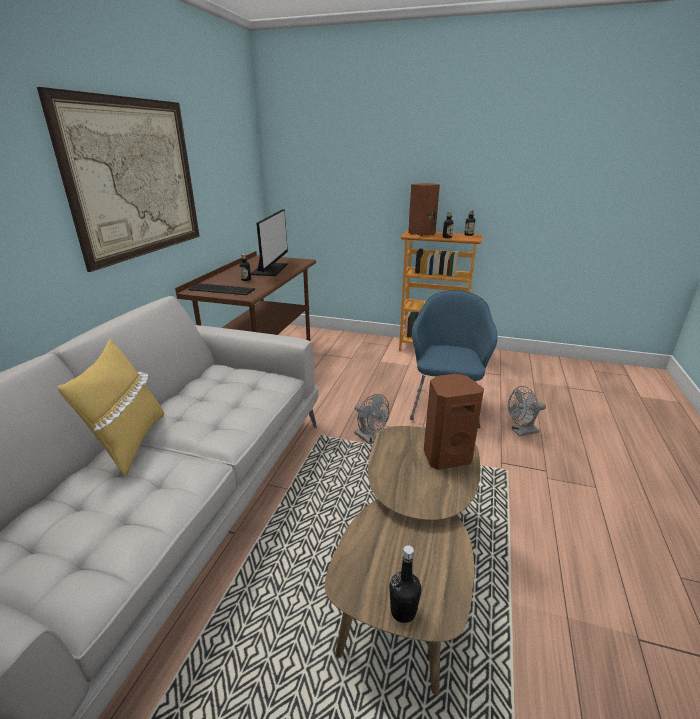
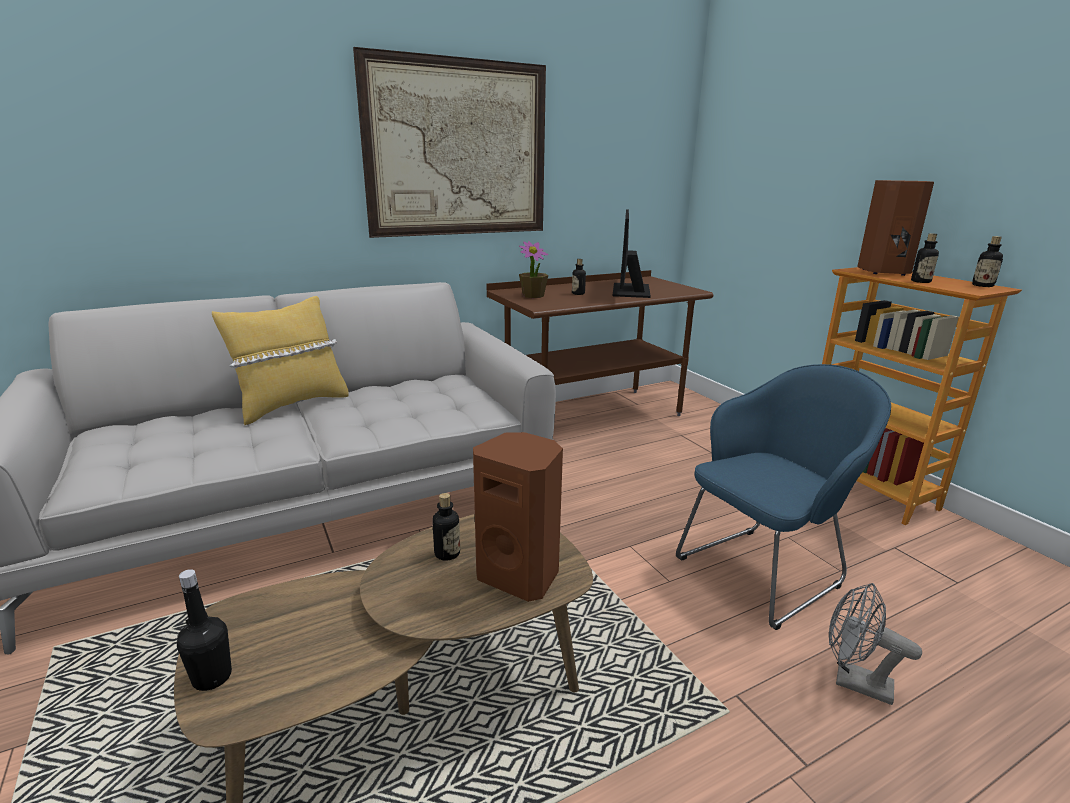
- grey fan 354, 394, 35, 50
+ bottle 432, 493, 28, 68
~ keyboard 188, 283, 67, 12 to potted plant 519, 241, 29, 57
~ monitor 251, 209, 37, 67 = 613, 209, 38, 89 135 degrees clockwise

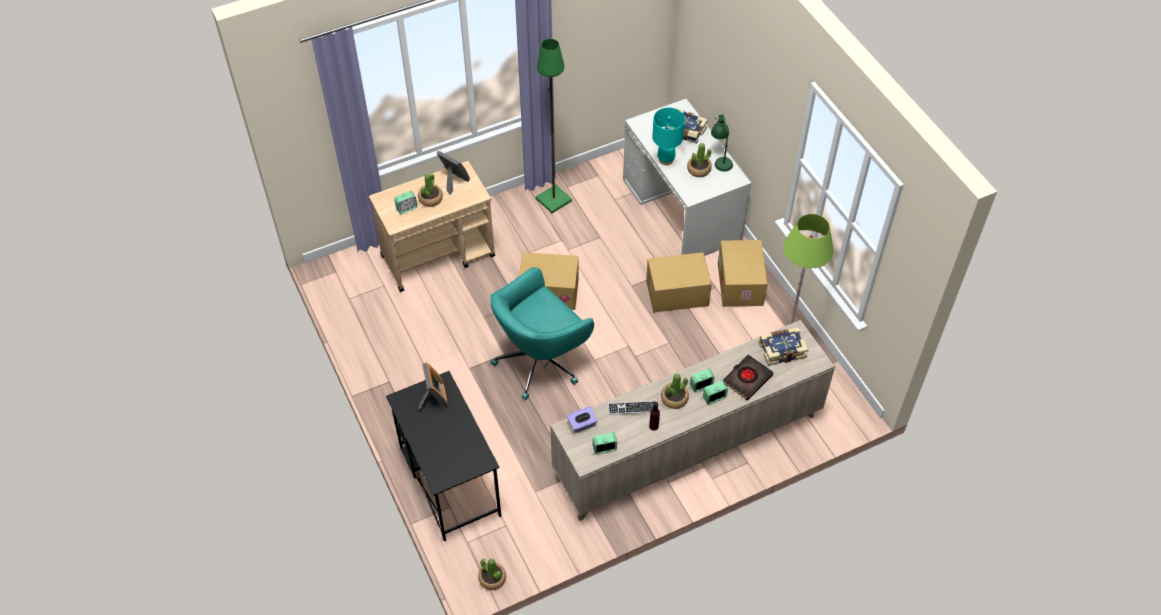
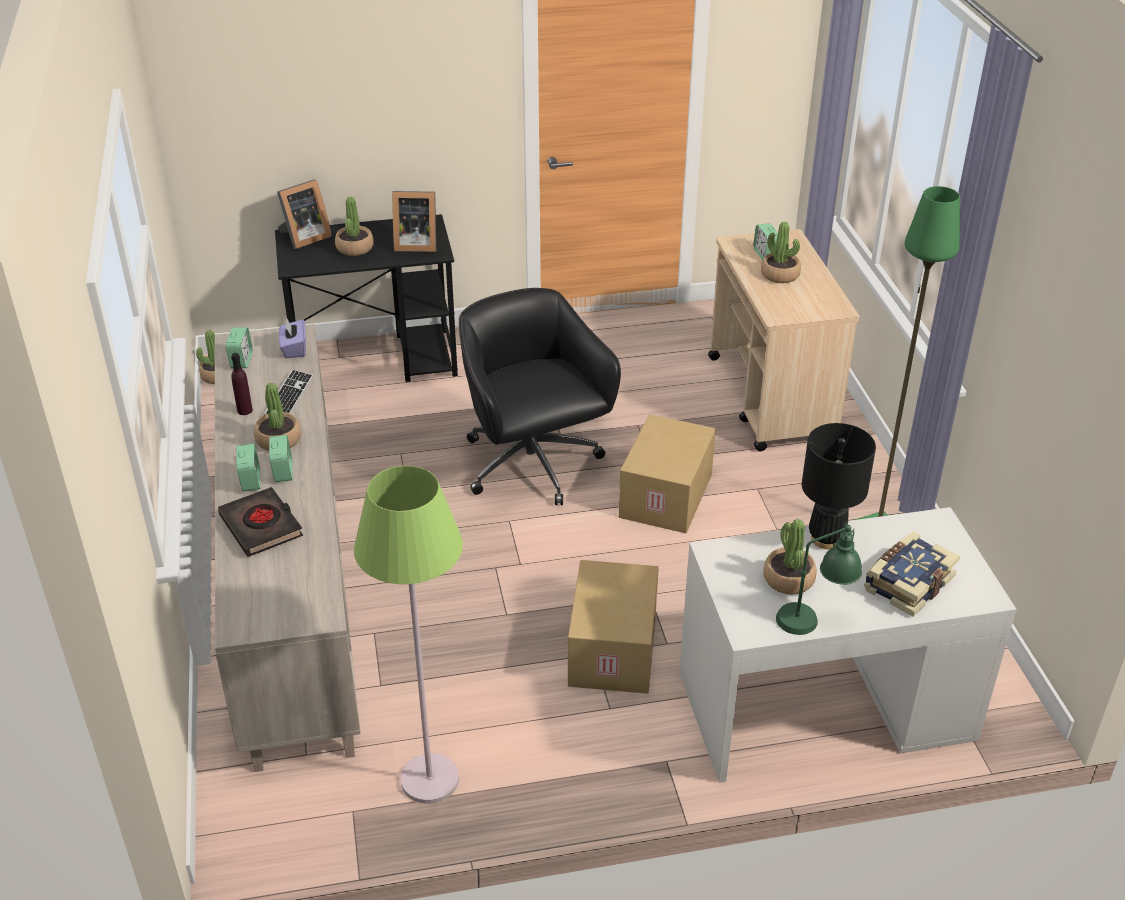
- cardboard box 718, 240, 50, 67
- book 759, 328, 49, 38
+ potted plant 335, 196, 39, 60
~ picture frame 437, 150, 33, 45 to 277, 180, 55, 69
~ turquoise office chair 490, 267, 104, 133 to black office chair 459, 288, 162, 217
~ turquoise table lamp 652, 108, 33, 57 to black table lamp 802, 423, 74, 126

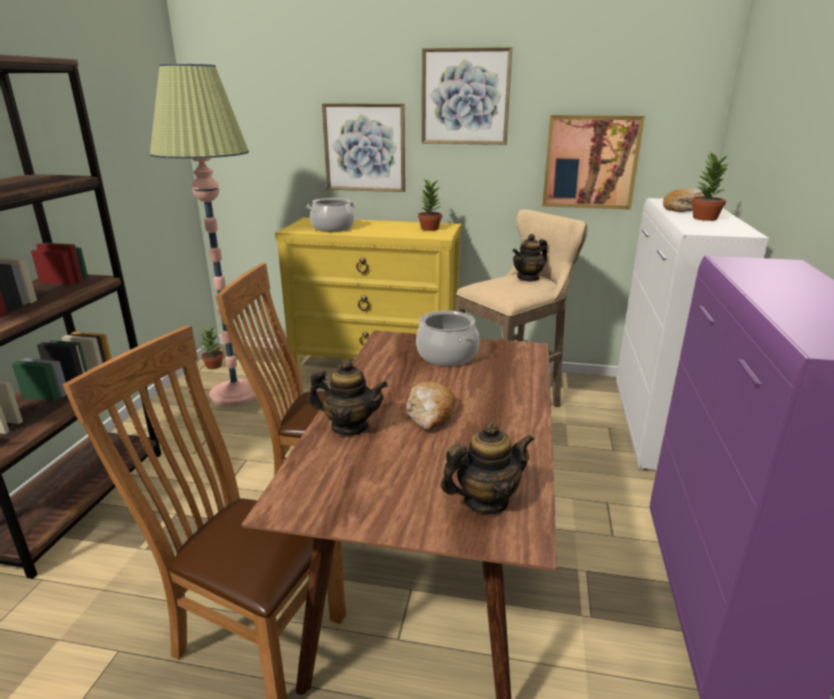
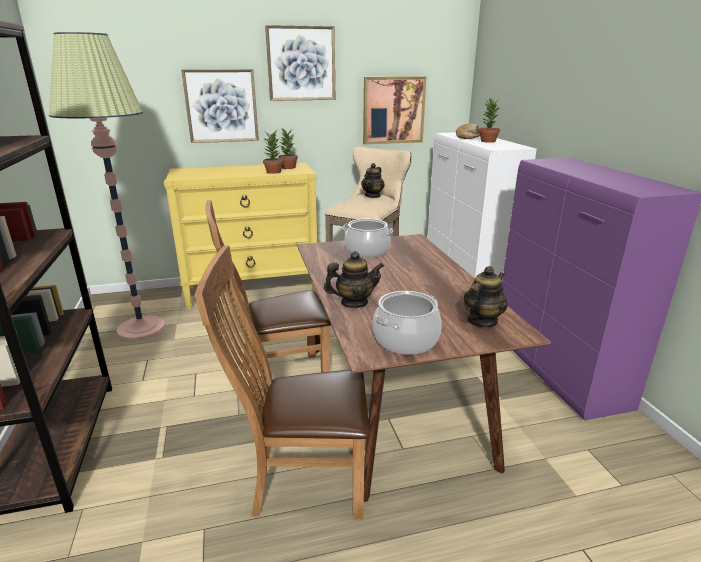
- bread 407, 381, 48, 49
~ potted plant 200, 327, 24, 42 to 263, 130, 20, 44
~ cooking pot 307, 198, 49, 34 to 373, 291, 69, 64

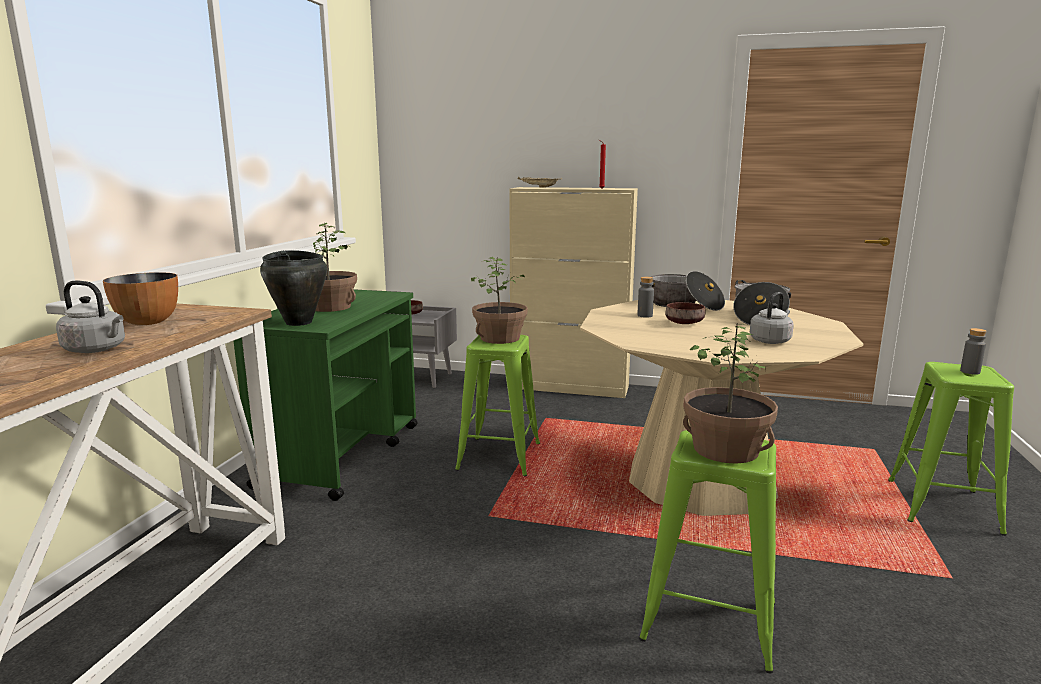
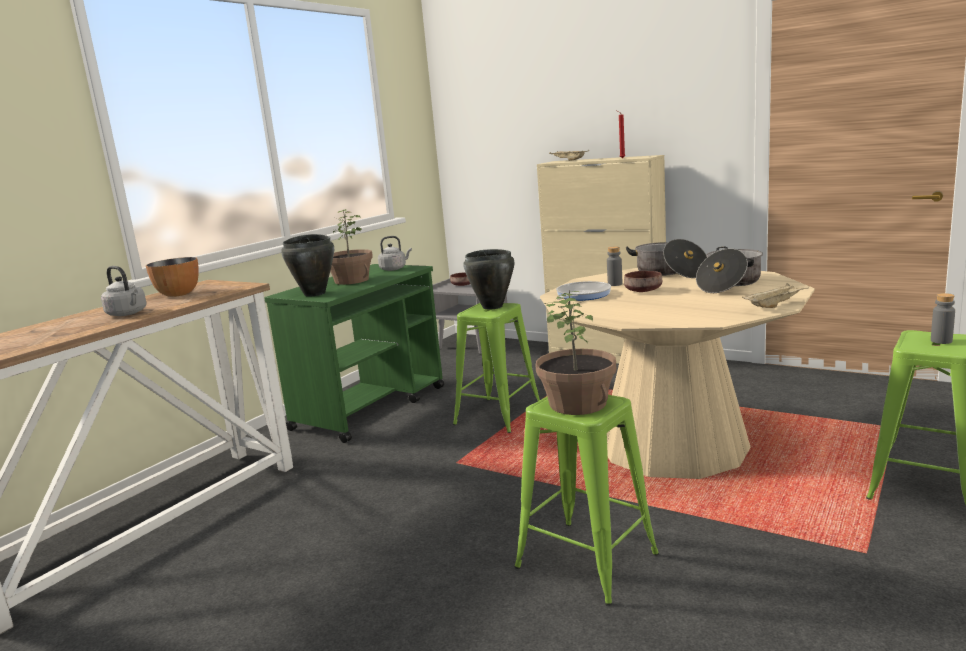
+ frying pan 556, 281, 55, 20
+ beige tray 742, 283, 67, 25
~ grey kettle 750, 292, 44, 52 to 378, 236, 34, 35
~ potted plant 471, 257, 57, 87 to black cooking pot 463, 249, 51, 60

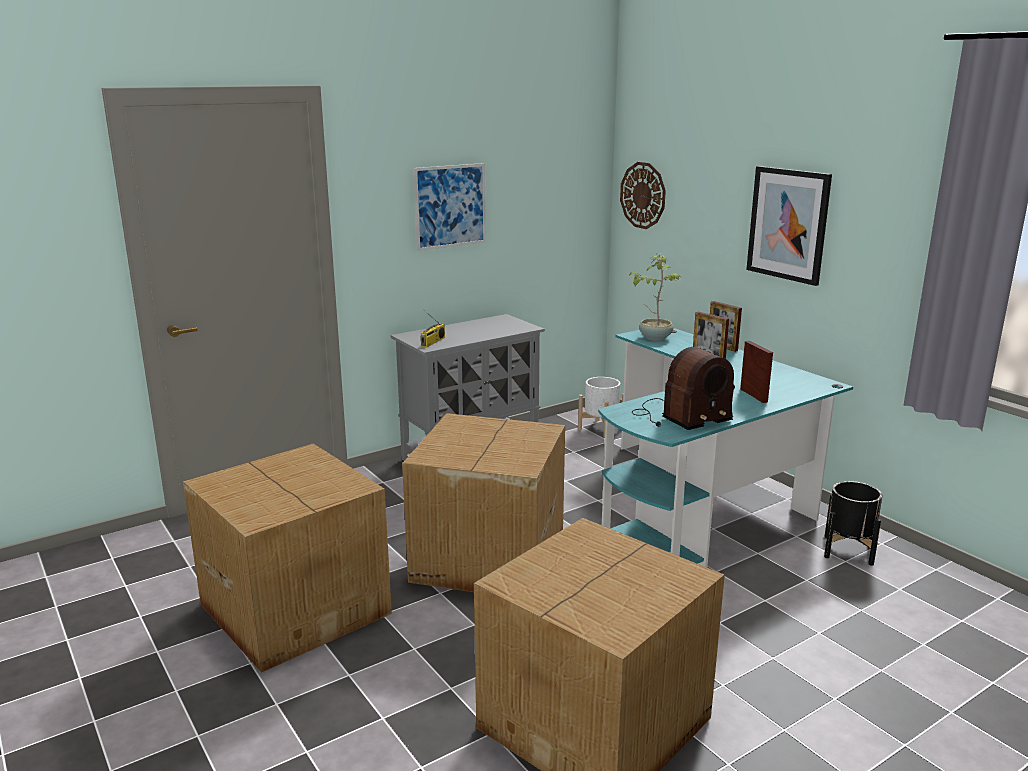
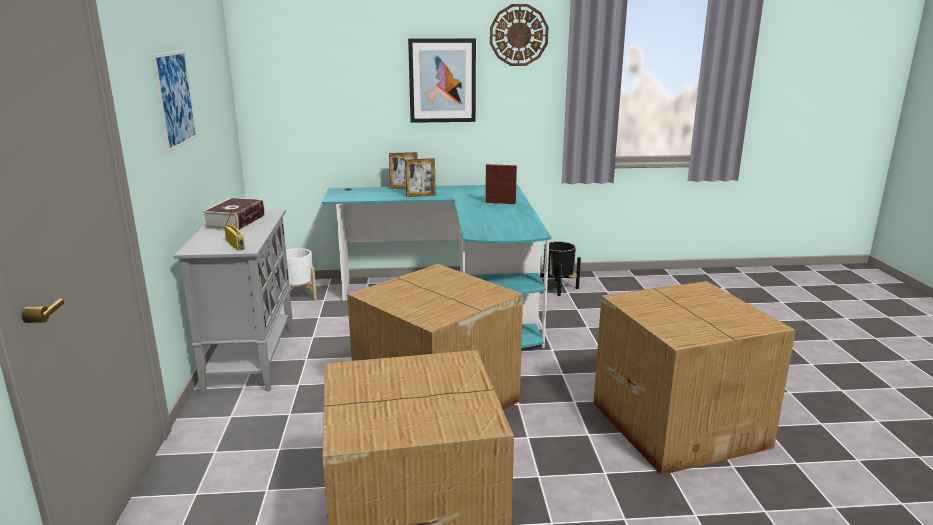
- potted plant 629, 254, 52, 87
- radio 632, 347, 103, 83
+ book 202, 198, 63, 32
~ wall clock 620, 162, 46, 67 to 490, 4, 59, 62

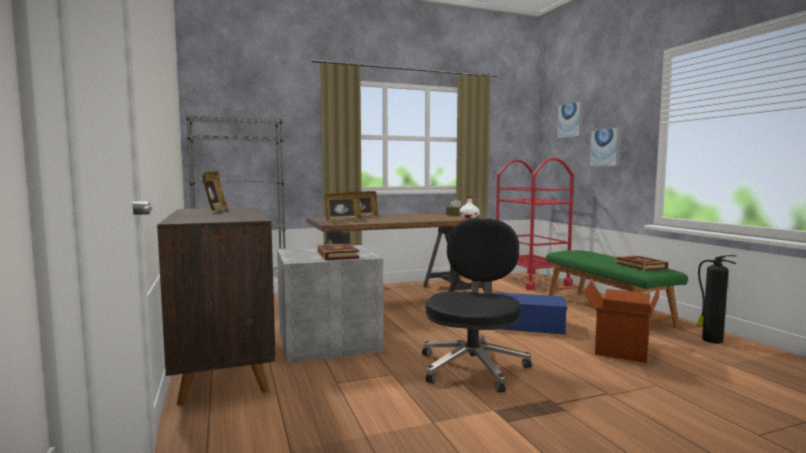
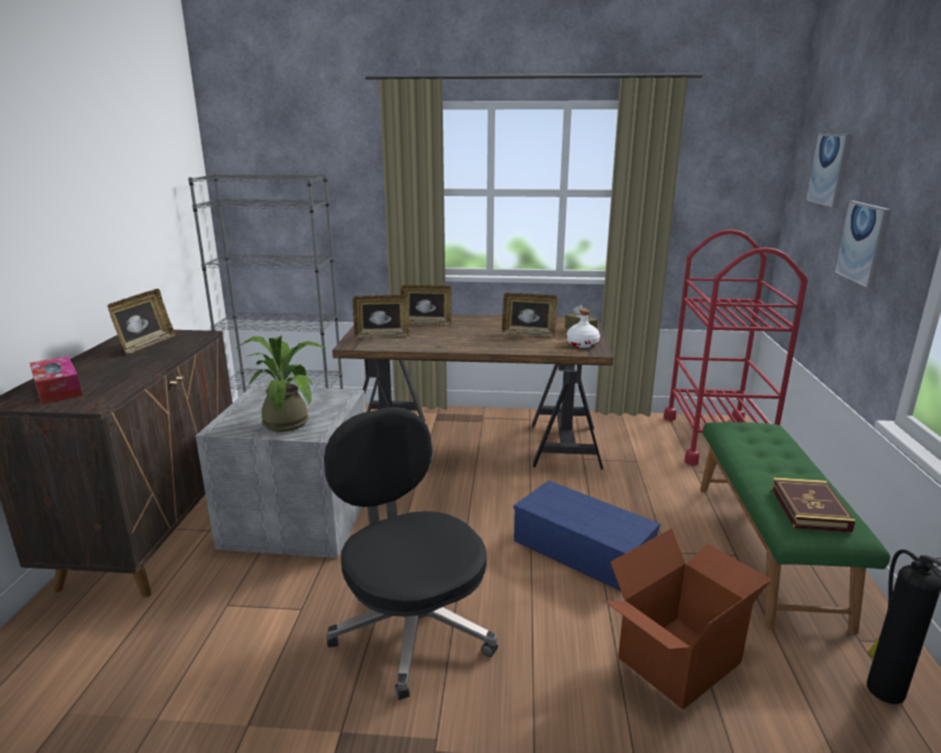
+ tissue box 30, 356, 52, 48
+ picture frame 502, 293, 56, 44
~ book 317, 244, 42, 16 to potted plant 235, 335, 92, 97
~ black office chair 422, 218, 110, 175 = 324, 407, 174, 293 75 degrees counterclockwise

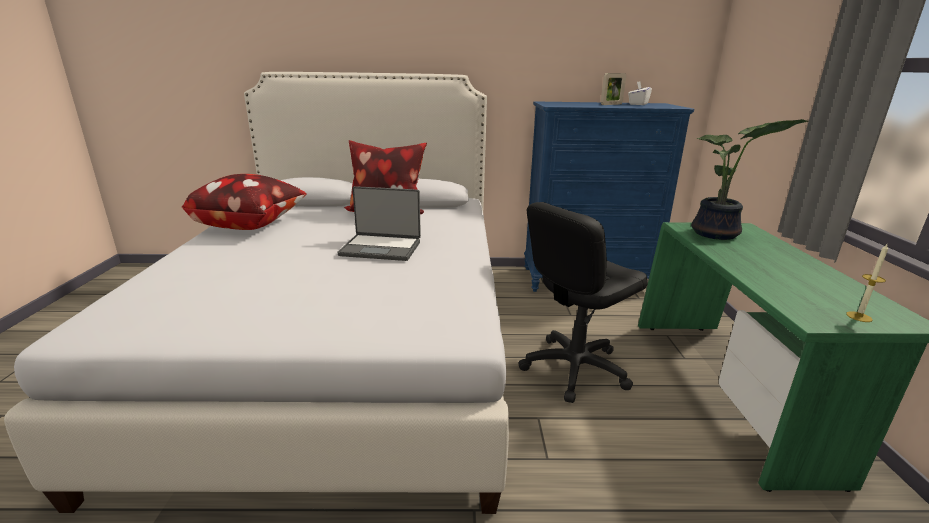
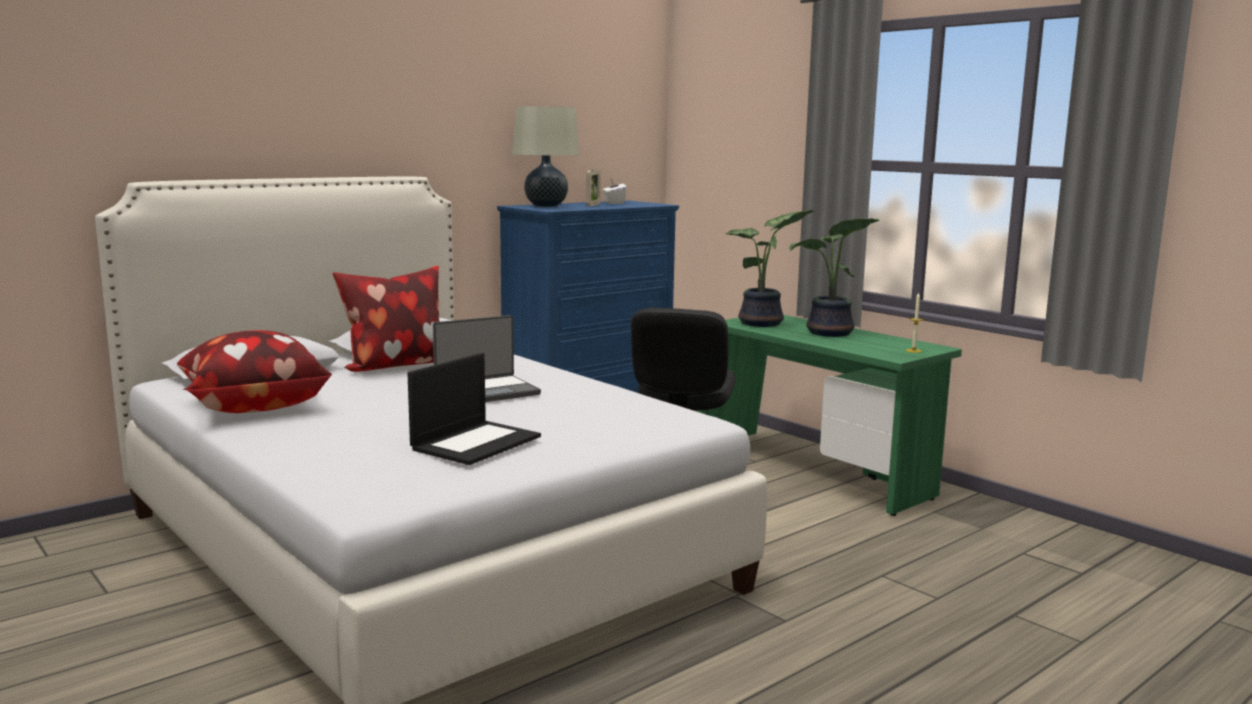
+ laptop 407, 353, 134, 112
+ beige table lamp 512, 106, 68, 101
+ potted plant 789, 218, 91, 119

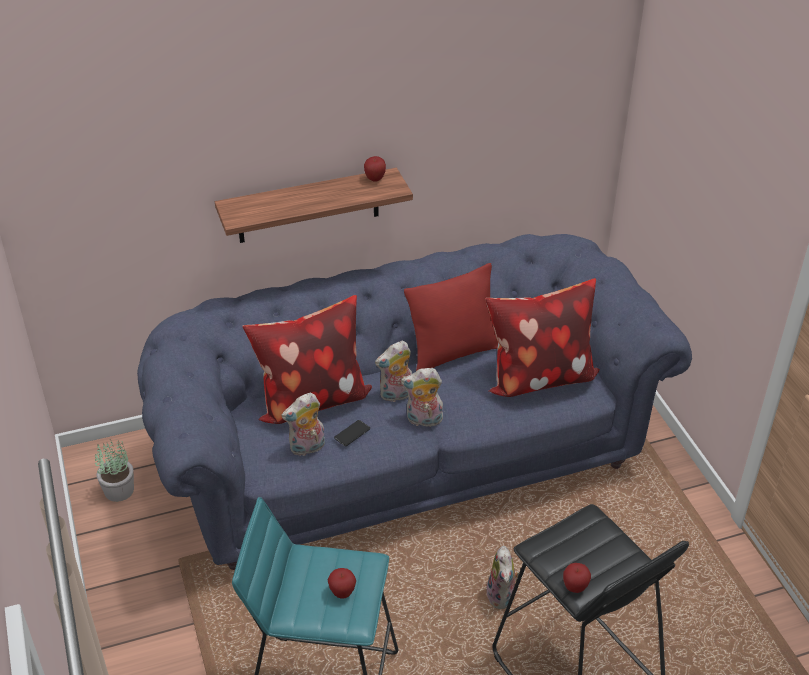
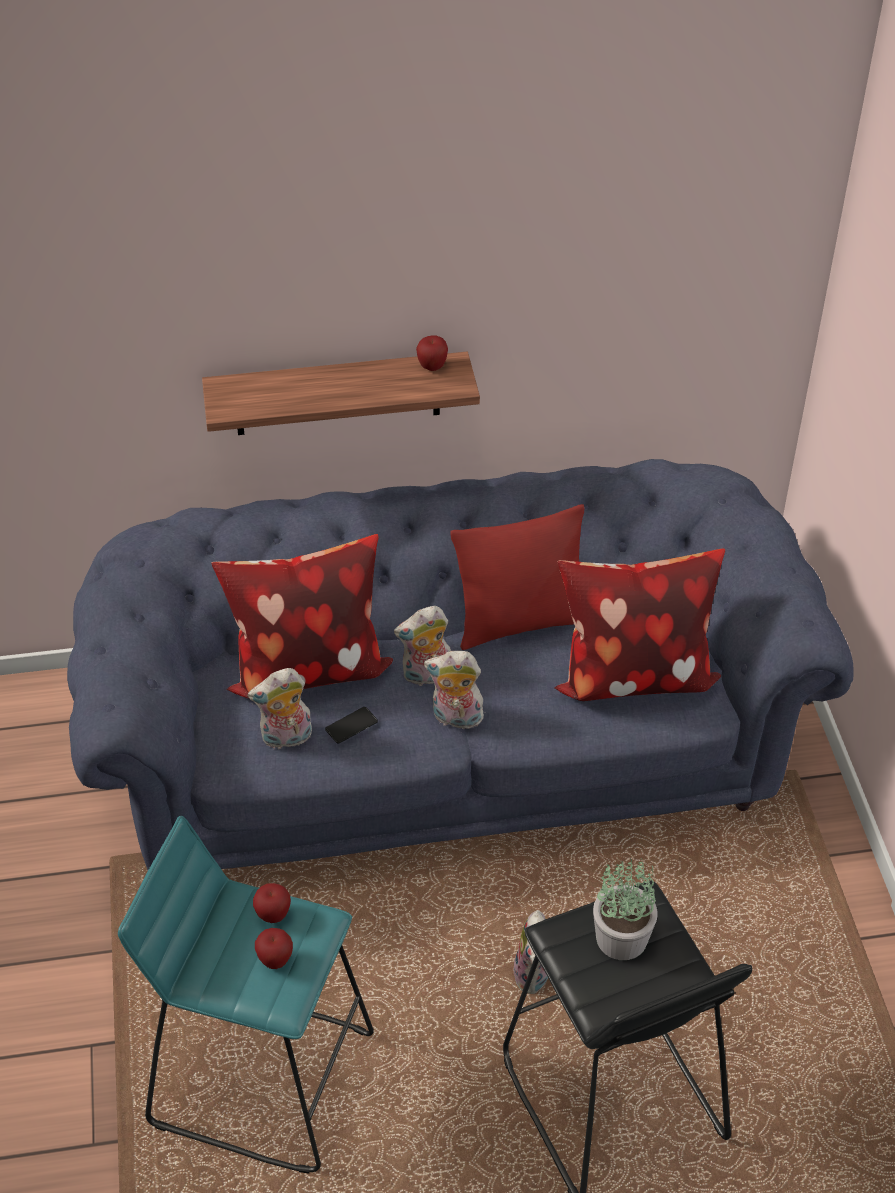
~ potted plant 95, 439, 39, 63 to 593, 858, 65, 102
~ apple 563, 563, 28, 30 to 253, 883, 38, 40

